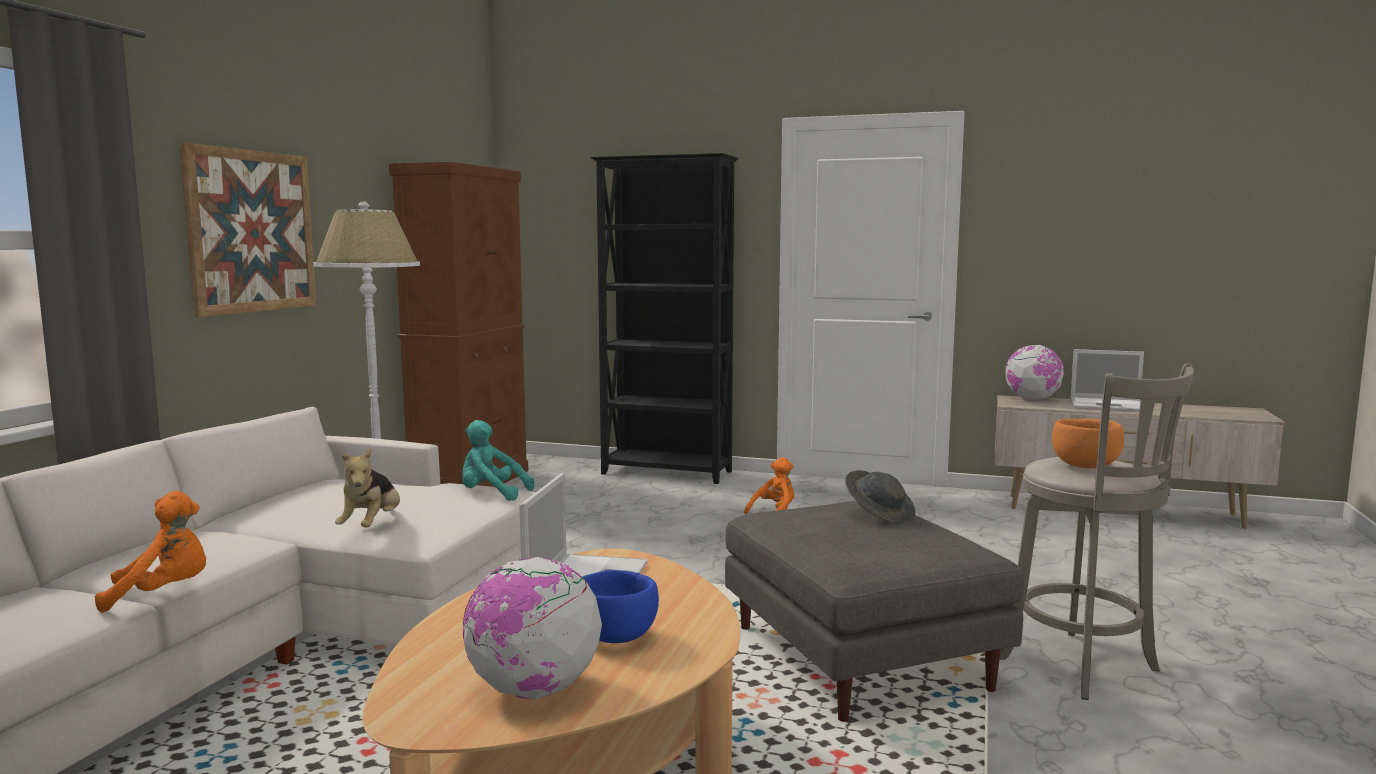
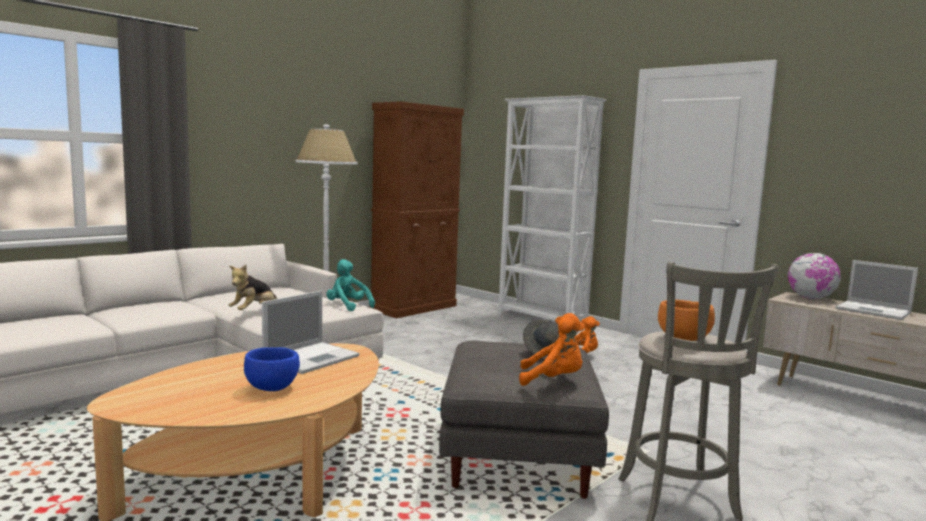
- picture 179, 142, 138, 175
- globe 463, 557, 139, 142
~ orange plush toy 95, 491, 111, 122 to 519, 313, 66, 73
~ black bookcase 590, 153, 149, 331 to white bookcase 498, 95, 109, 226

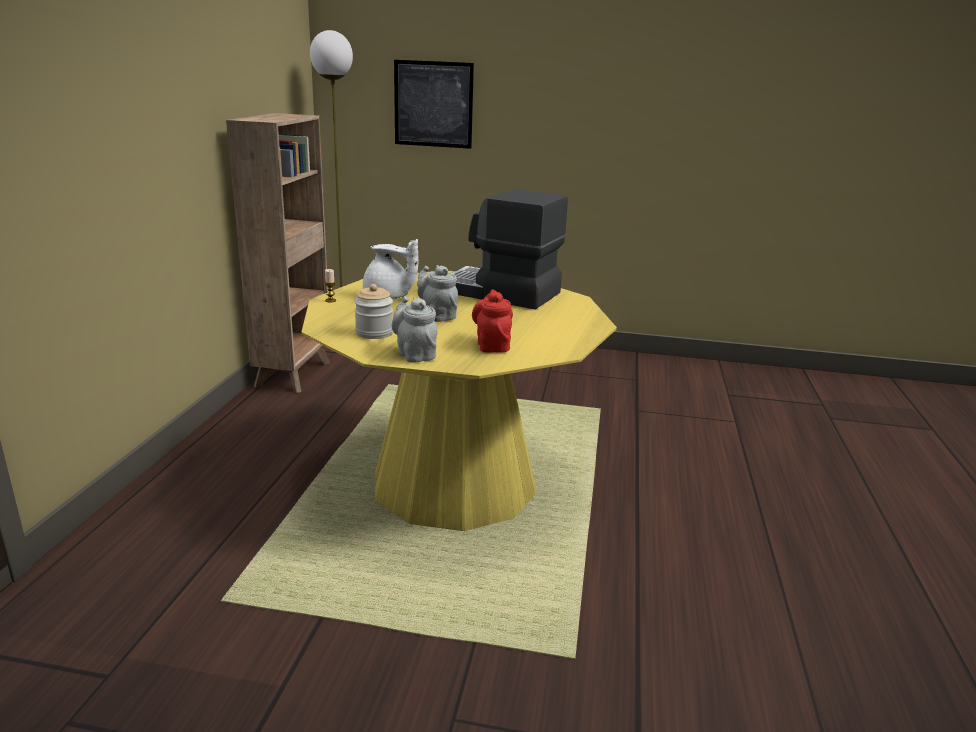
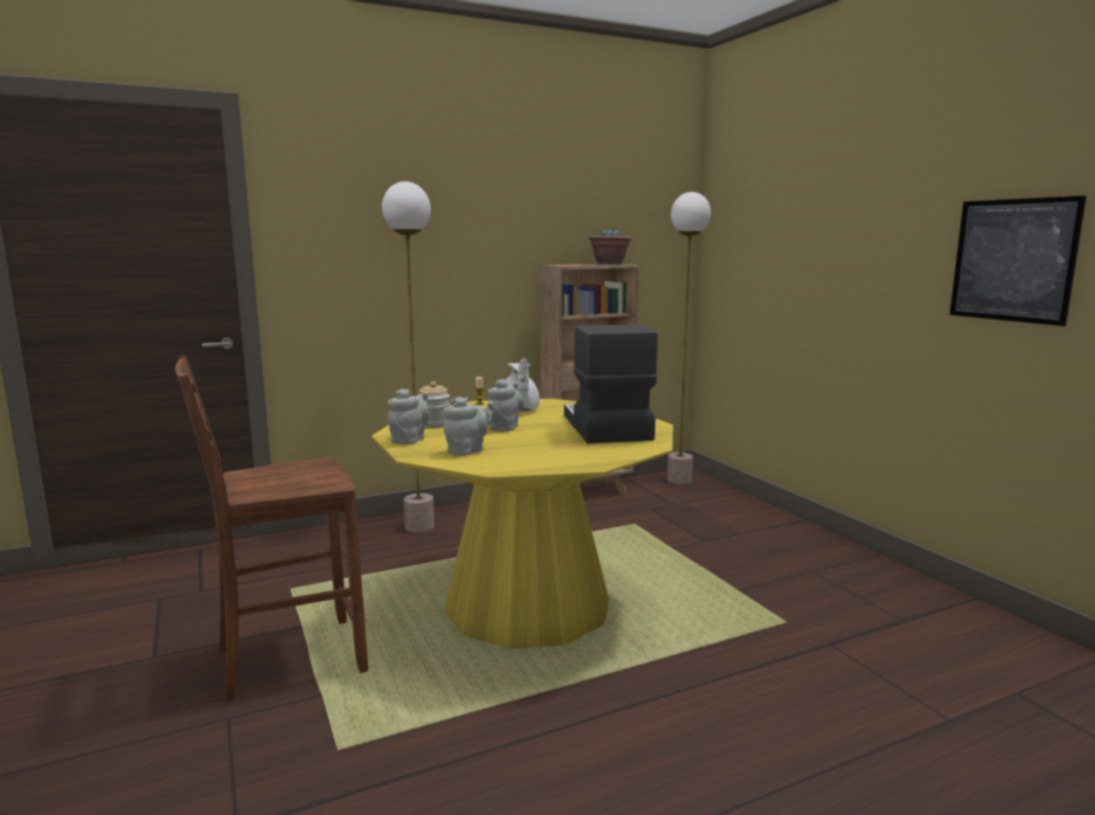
+ brown chair 175, 355, 193, 347
+ floor lamp 382, 181, 52, 352
+ potted plant 589, 228, 43, 36
~ picture 394, 60, 80, 89 to 950, 196, 136, 130
~ red teapot 472, 289, 41, 64 to grey teapot 443, 397, 51, 59

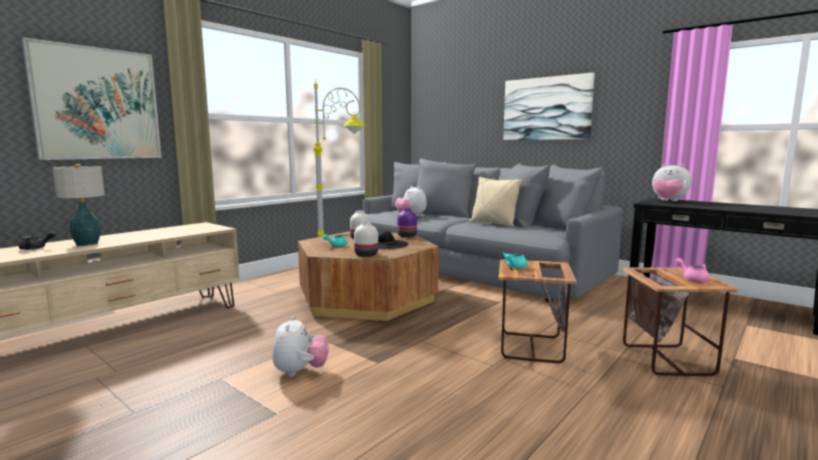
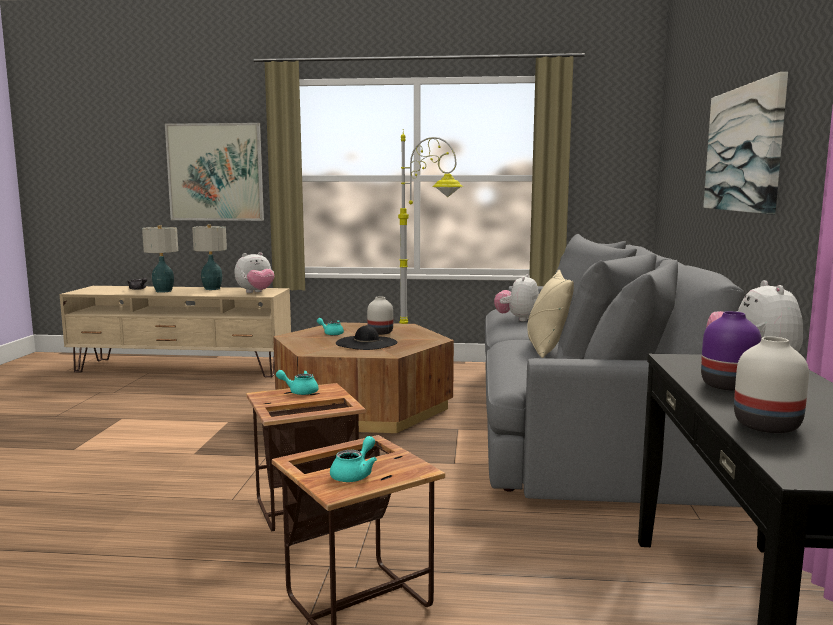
+ table lamp 192, 224, 35, 66
~ plush toy 272, 316, 57, 61 to 234, 252, 41, 41
~ white vase 354, 222, 24, 35 to 734, 337, 75, 96
~ purple vase 397, 208, 20, 29 to 701, 311, 61, 80
~ pink teapot 675, 258, 35, 24 to turquoise teapot 330, 436, 47, 46

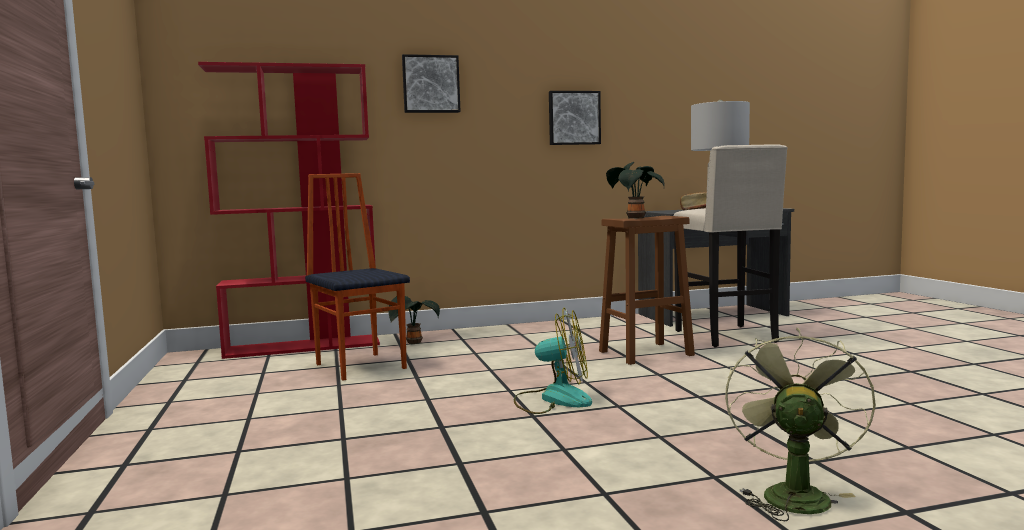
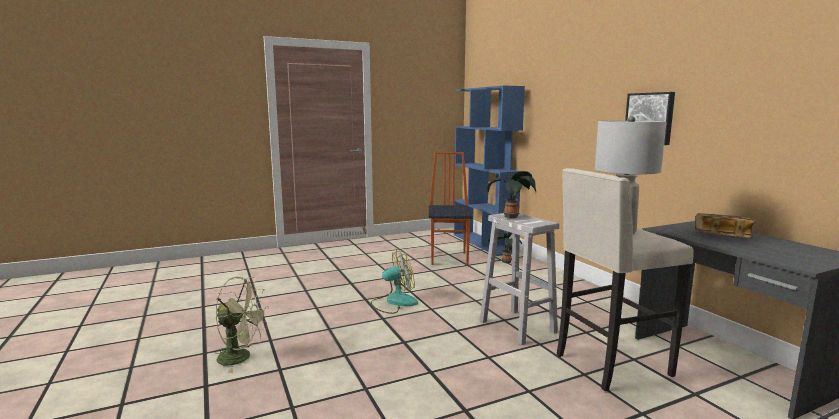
- picture 402, 54, 59, 59
~ red bookcase 198, 62, 182, 297 to blue bookcase 454, 86, 71, 170
~ brown stool 599, 216, 96, 149 to white stool 480, 213, 79, 132
~ chair 305, 173, 105, 208 = 429, 152, 44, 113 45 degrees counterclockwise
~ fan 514, 308, 78, 106 = 371, 249, 47, 65 105 degrees counterclockwise

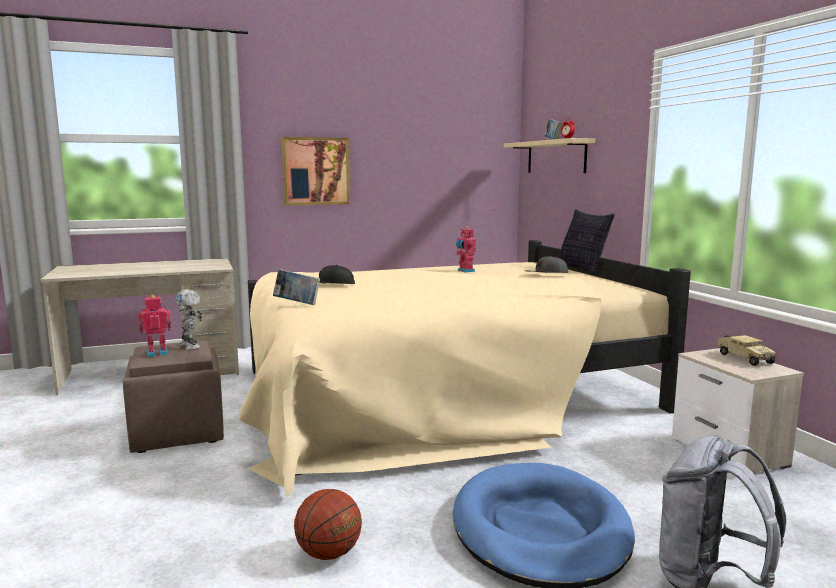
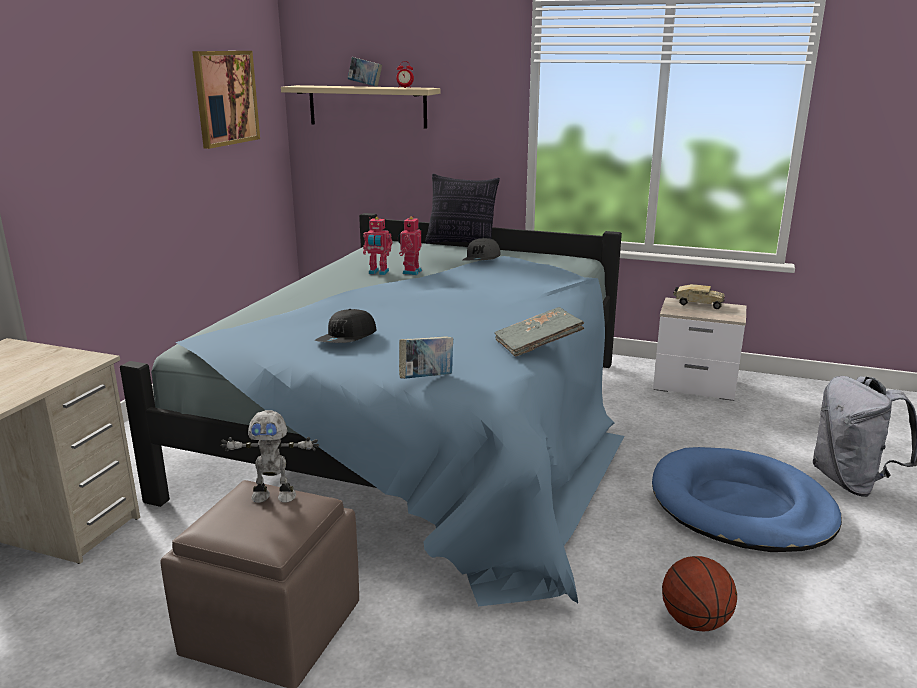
+ grey book 495, 307, 89, 50
~ toy robot 138, 295, 33, 62 to 398, 216, 24, 59
~ picture 282, 137, 68, 68 to 192, 51, 68, 98
~ beige bed 239, 240, 452, 256 to blue bed 120, 213, 504, 393

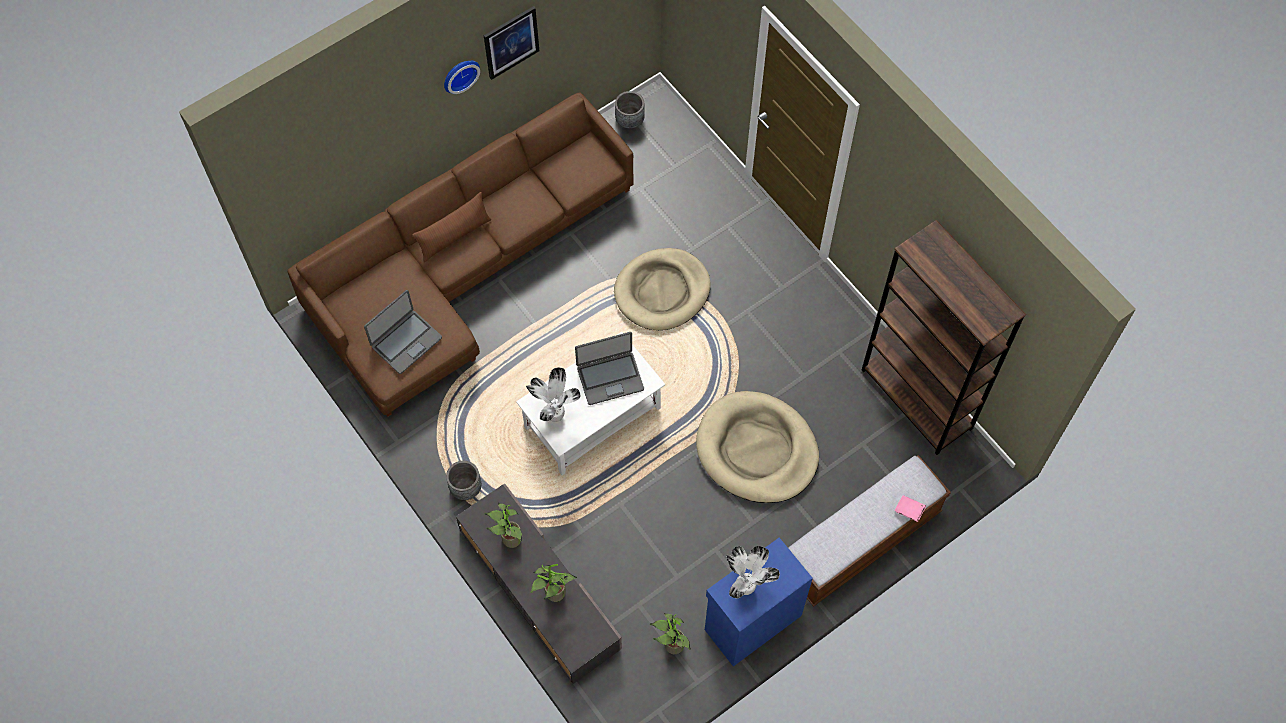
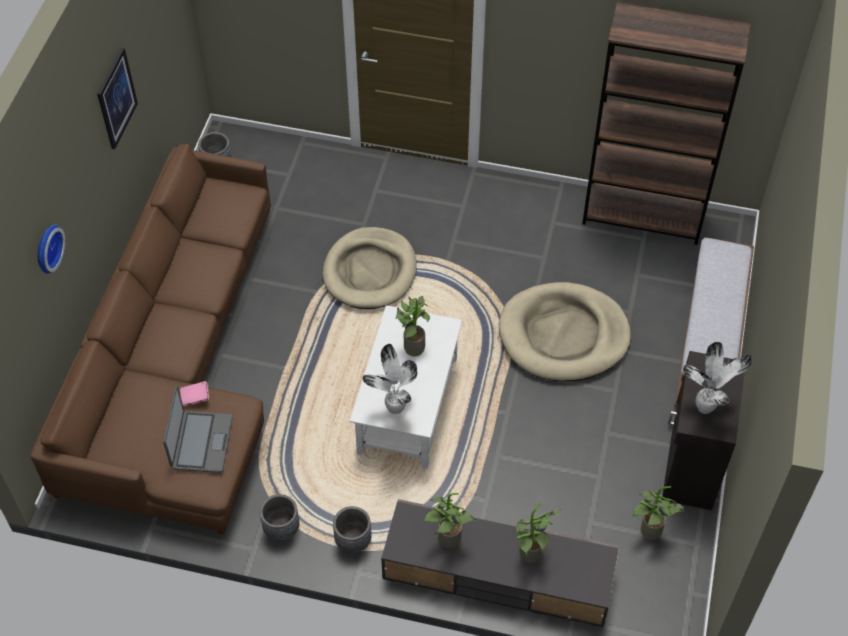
- brown pillow 412, 192, 79, 70
+ grey planter 260, 494, 39, 47
~ wall clock 444, 61, 36, 33 to 38, 225, 27, 49
~ pink book 895, 495, 31, 27 to 180, 381, 29, 26
~ laptop 575, 332, 69, 73 to potted plant 396, 296, 34, 61
~ blue cabinet 705, 538, 108, 128 to black cabinet 662, 351, 83, 159

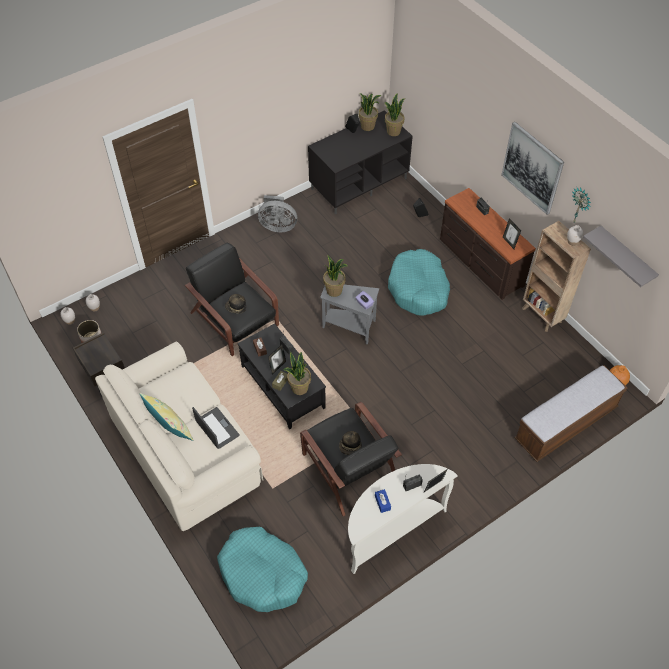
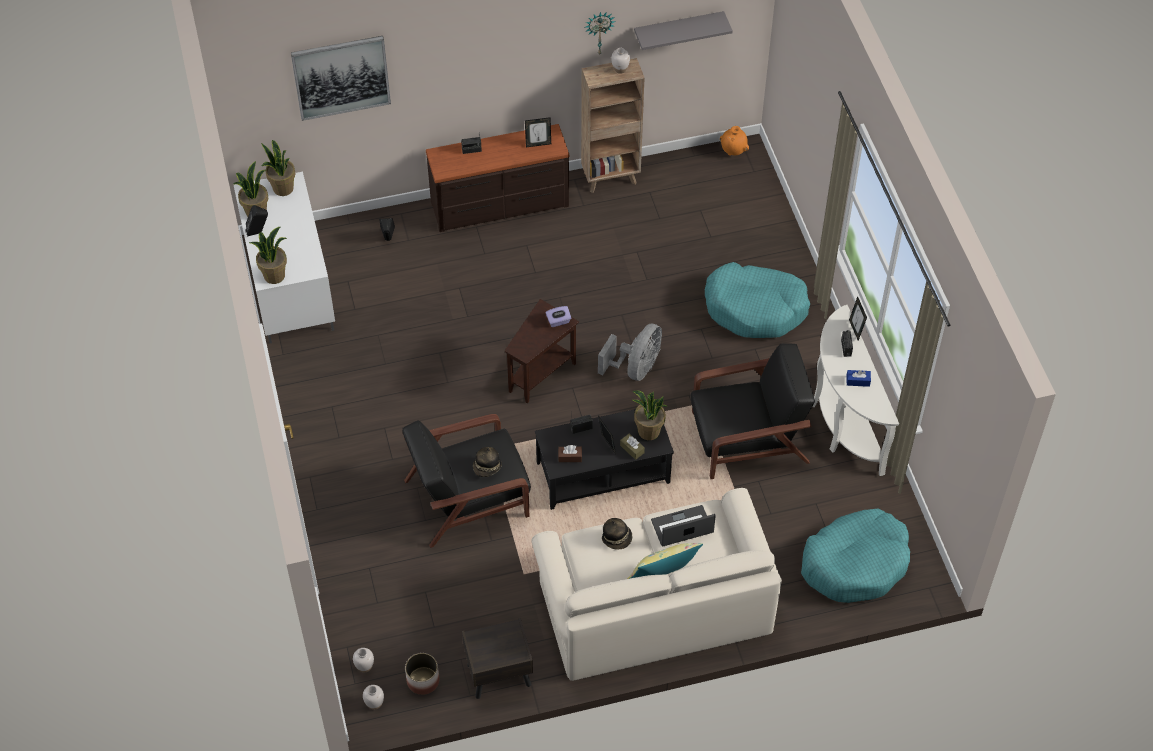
- bench 515, 365, 112, 97
~ grey fan 258, 195, 39, 37 to 598, 324, 64, 57
~ potted plant 323, 256, 25, 41 to 249, 226, 38, 58
~ hat 339, 431, 23, 24 to 602, 518, 30, 32
~ turquoise dog bed 388, 249, 62, 67 to 705, 262, 105, 76
~ picture 501, 122, 63, 93 to 291, 36, 100, 85
~ black tv stand 308, 110, 105, 104 to white tv stand 234, 172, 101, 171
~ grey side table 320, 285, 59, 59 to brown side table 505, 299, 74, 104

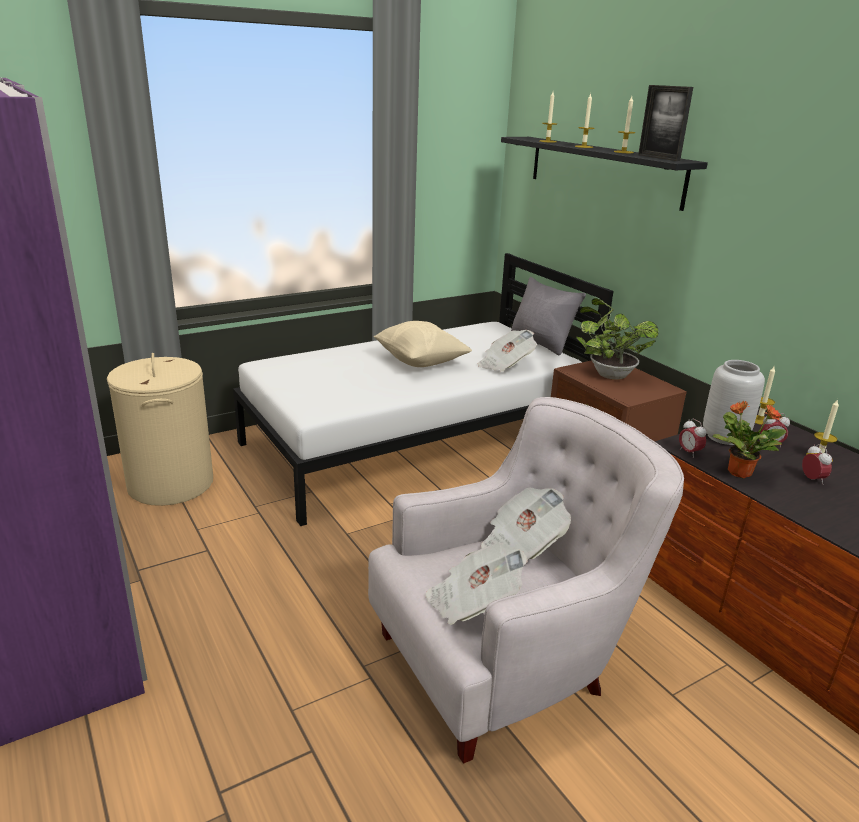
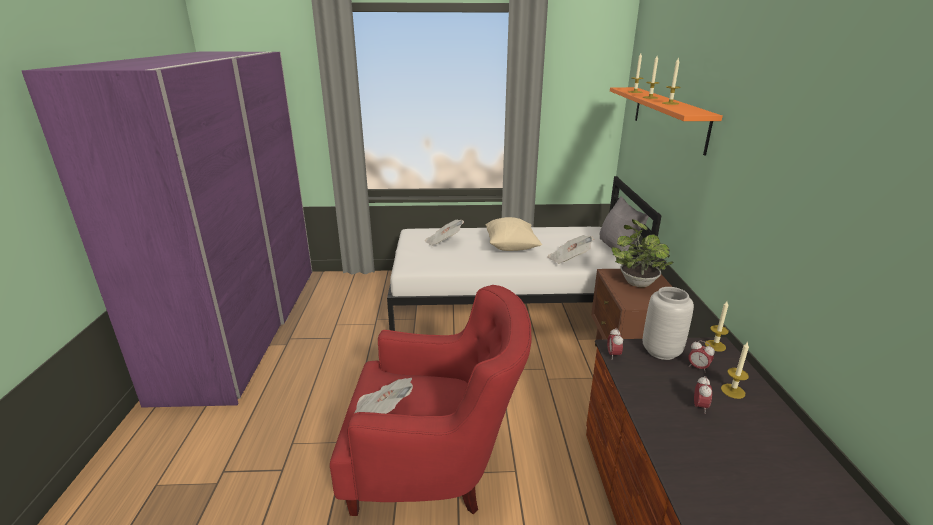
- beige laundry basket 107, 353, 106, 153
- picture frame 638, 85, 55, 76
- potted plant 713, 401, 73, 77
~ newspaper 481, 487, 90, 72 to 425, 220, 39, 26
~ white armchair 368, 397, 316, 367 to red armchair 330, 285, 202, 231
~ black shelf 501, 137, 207, 74 to orange shelf 610, 87, 113, 68

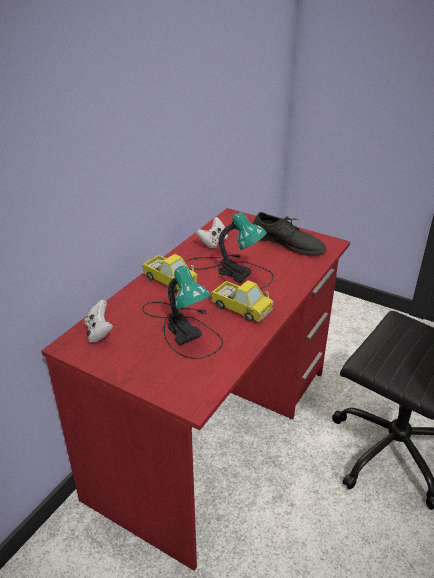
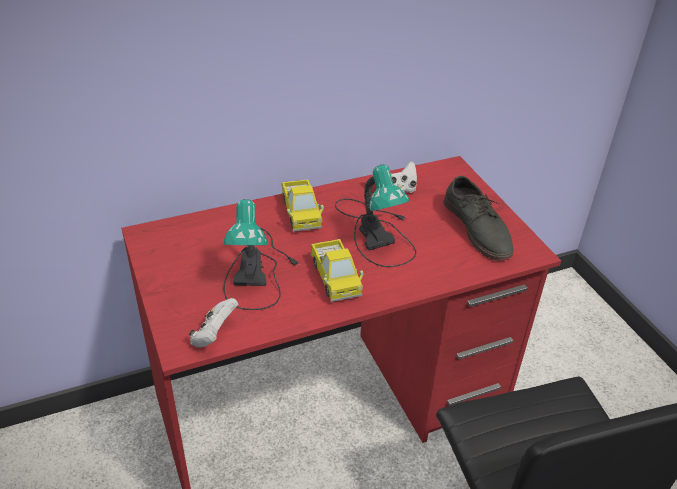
~ white game controller 84, 300, 29, 43 to 189, 298, 49, 49

